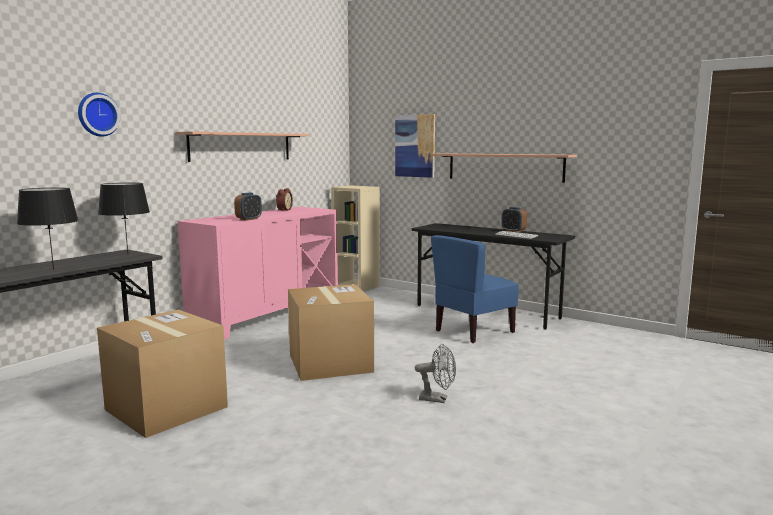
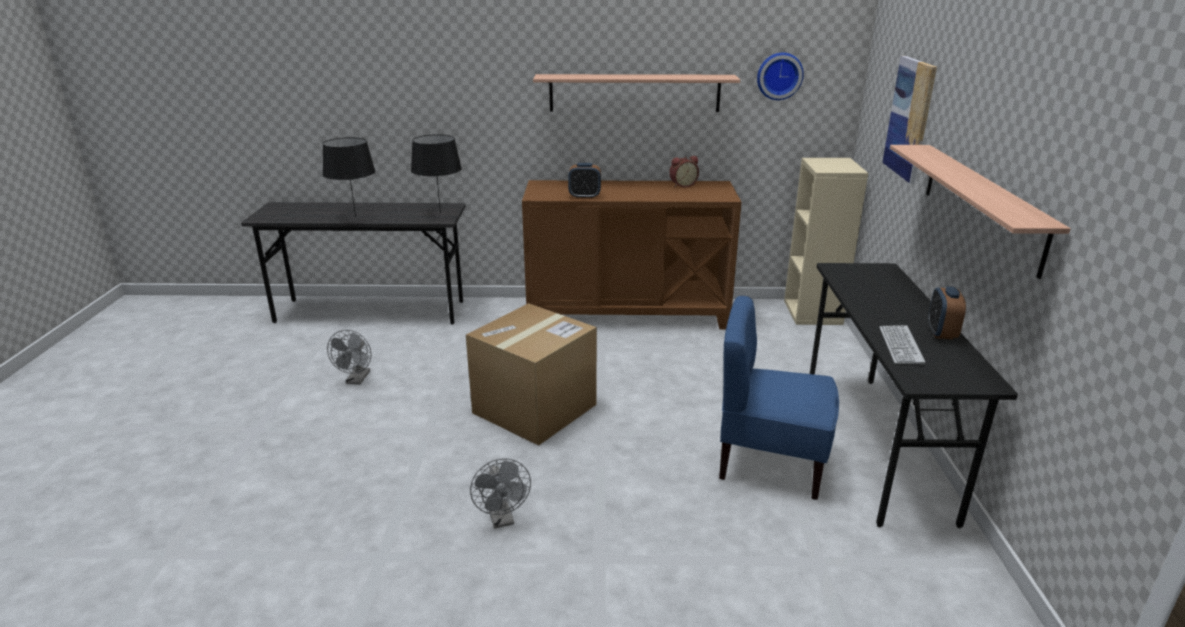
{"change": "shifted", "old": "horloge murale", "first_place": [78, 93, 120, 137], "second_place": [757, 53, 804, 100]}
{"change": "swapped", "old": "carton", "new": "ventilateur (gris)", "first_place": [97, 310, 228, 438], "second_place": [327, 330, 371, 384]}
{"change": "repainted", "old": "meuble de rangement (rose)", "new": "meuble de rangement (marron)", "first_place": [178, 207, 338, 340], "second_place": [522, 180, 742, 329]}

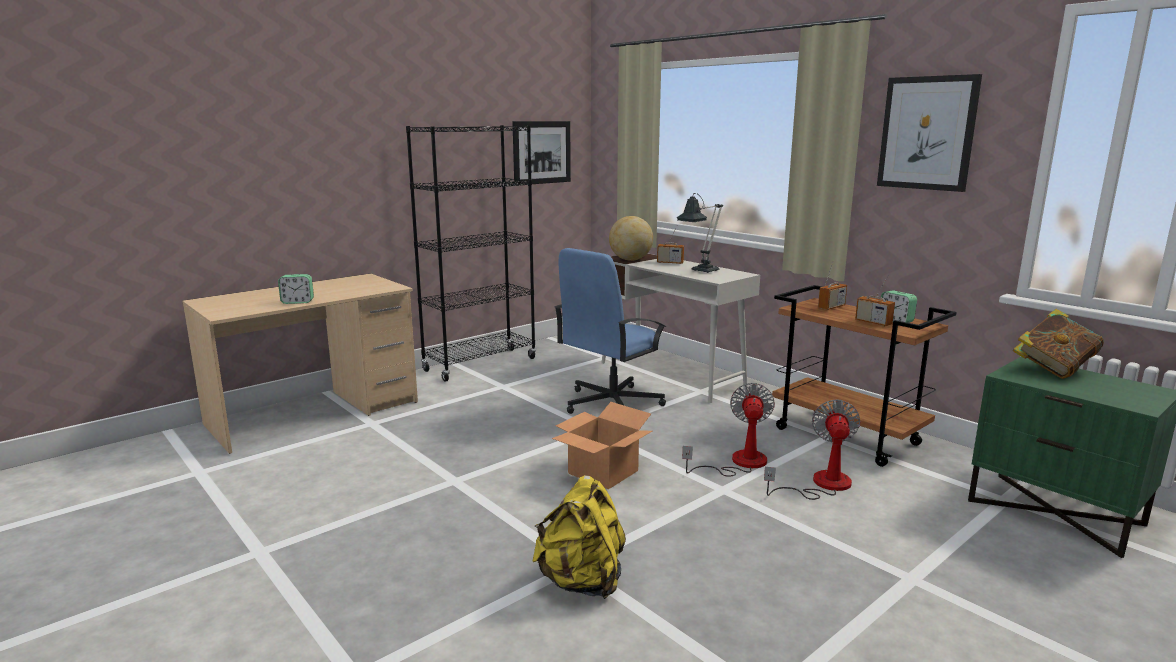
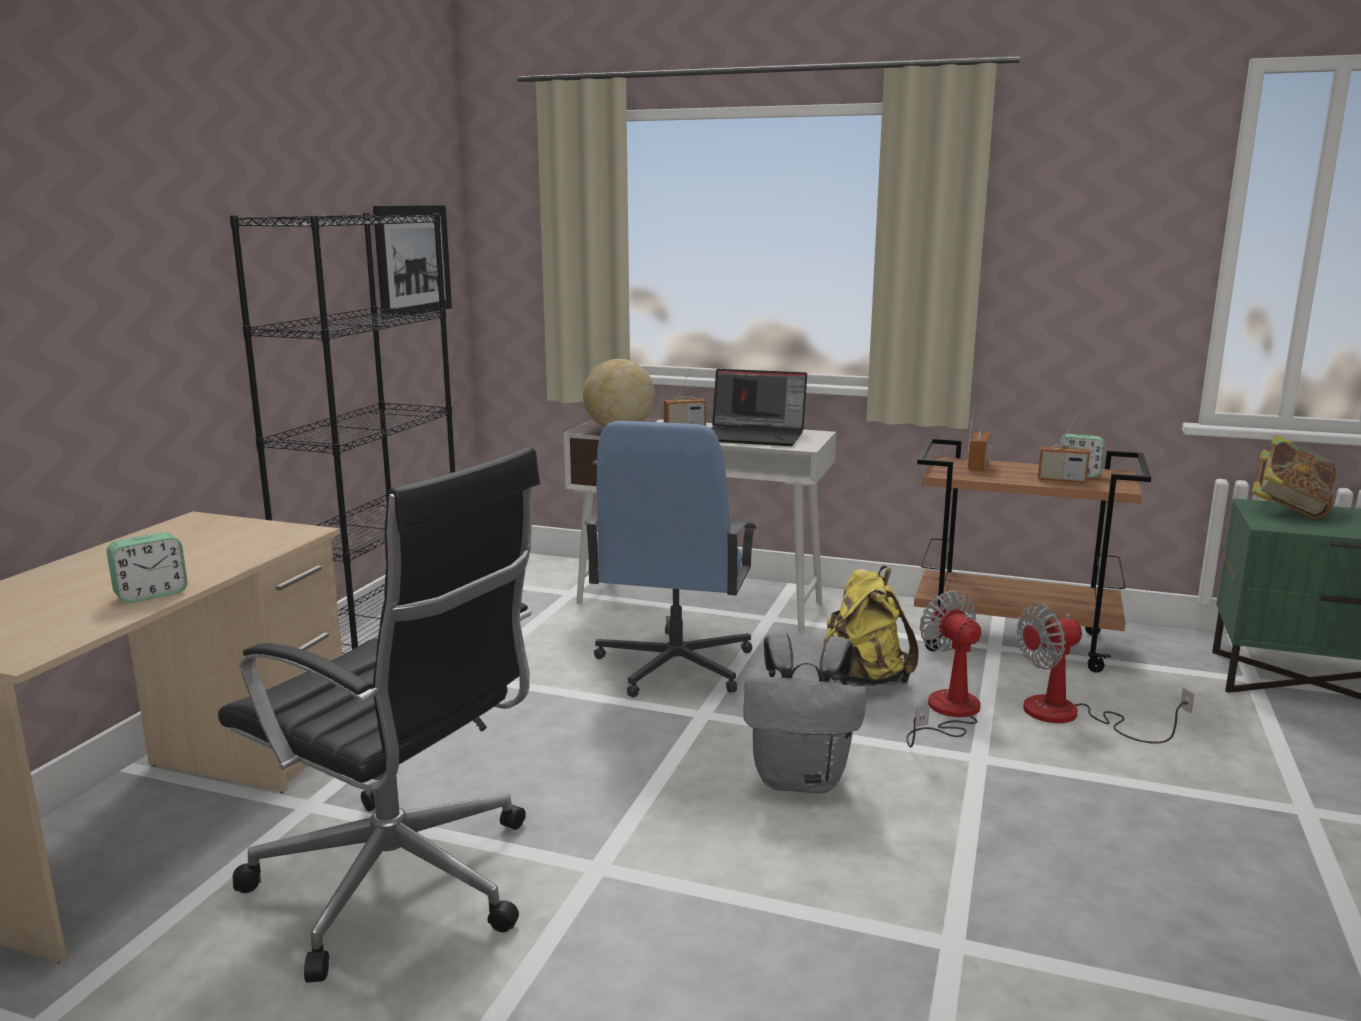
{"change": "shifted", "old": "sac à dos (jaune)", "first_place": [532, 475, 626, 599], "second_place": [824, 566, 919, 686]}
{"change": "swapped", "old": "carton", "new": "sac à dos (gris)", "first_place": [552, 402, 652, 489], "second_place": [743, 633, 867, 793]}
{"change": "swapped", "old": "lampe de table", "new": "ordinateur portable", "first_place": [677, 193, 723, 273], "second_place": [711, 369, 807, 446]}
{"change": "rotated", "old": "ventilateur", "first_place": [764, 399, 860, 500], "second_place": [1017, 604, 1194, 744], "degrees": -90}
{"change": "gone", "old": "tableau", "first_place": [877, 74, 982, 192]}
{"change": "new", "new": "chaise de bureau (noir)", "second_place": [218, 447, 540, 982]}

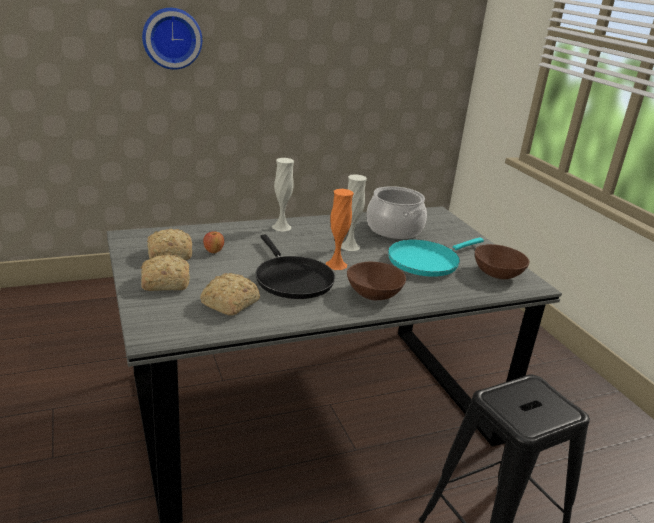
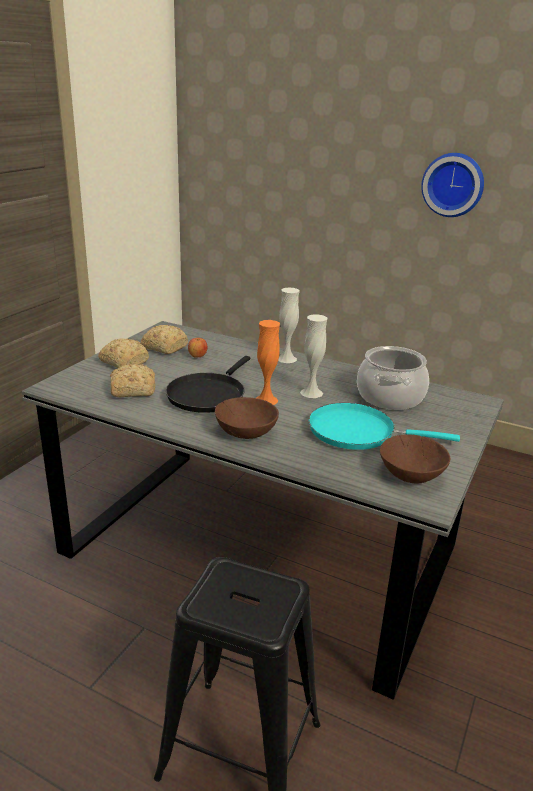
{"change": "shifted", "old": "horloge murale", "first_place": [142, 8, 202, 70], "second_place": [421, 153, 484, 217]}

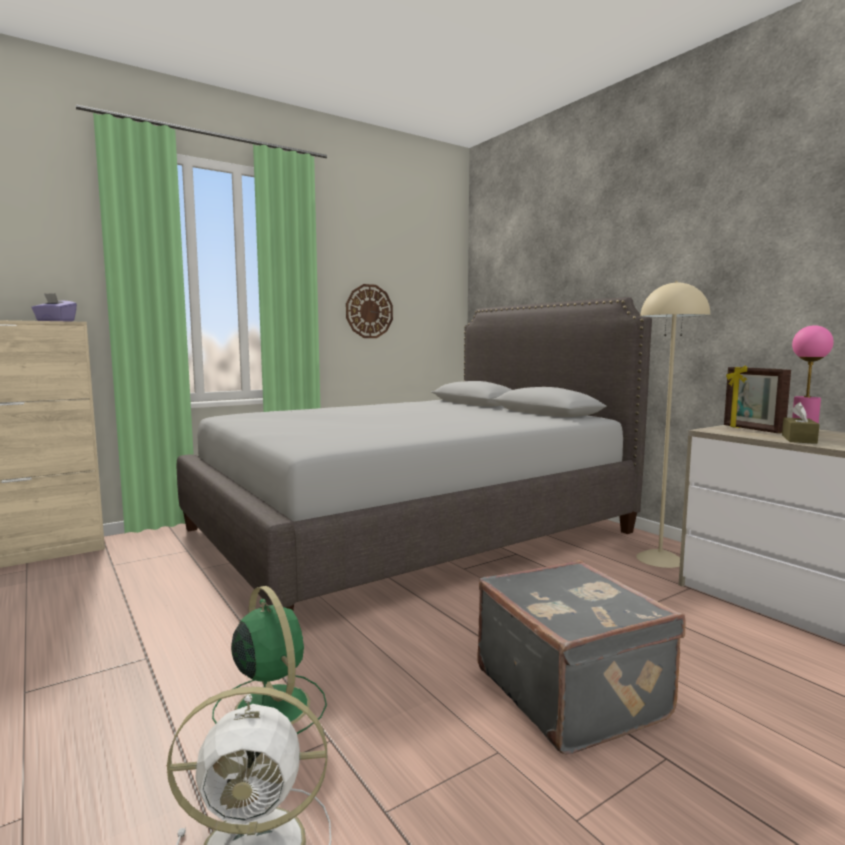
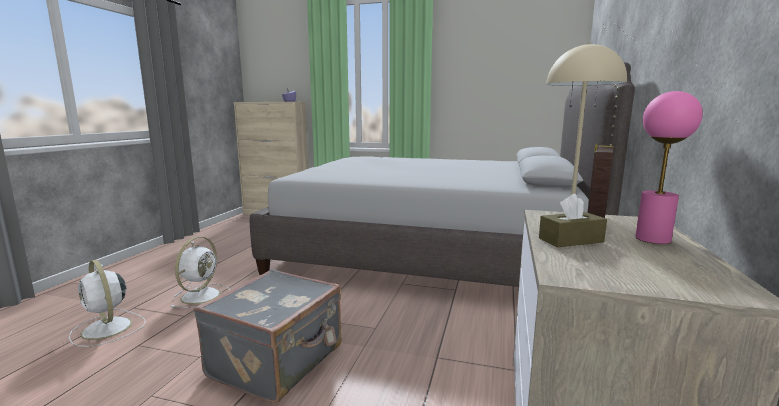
{"change": "repainted", "old": "ventilateur (vert)", "new": "ventilateur (blanc)", "first_place": [212, 586, 327, 734], "second_place": [170, 237, 230, 308]}
{"change": "gone", "old": "horloge murale", "first_place": [346, 284, 393, 338]}

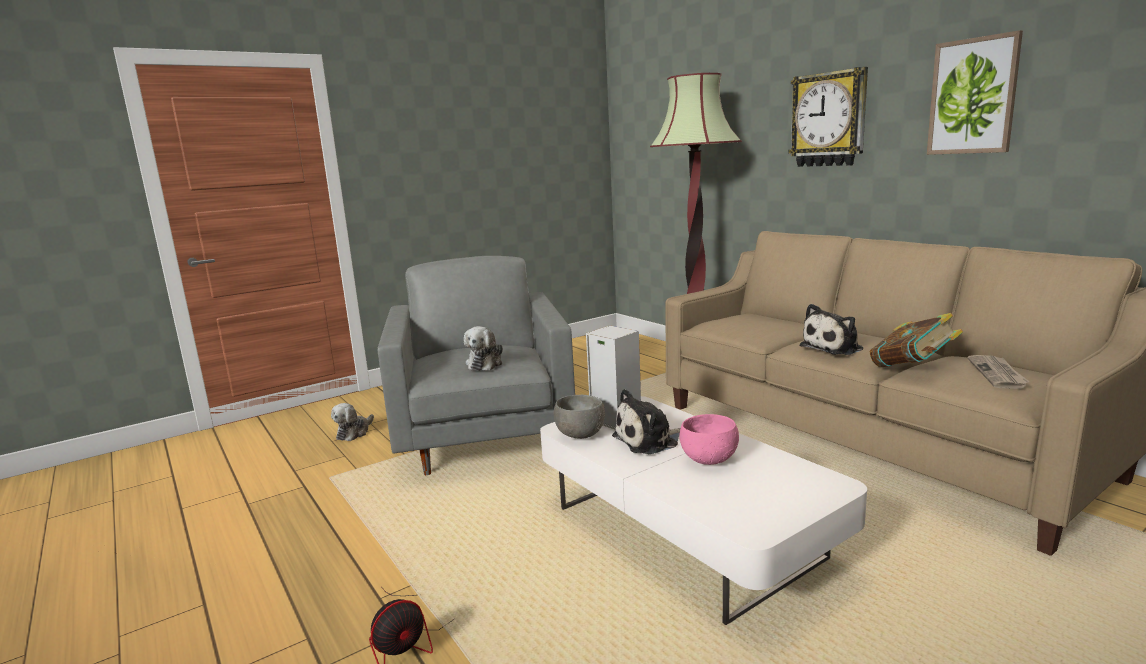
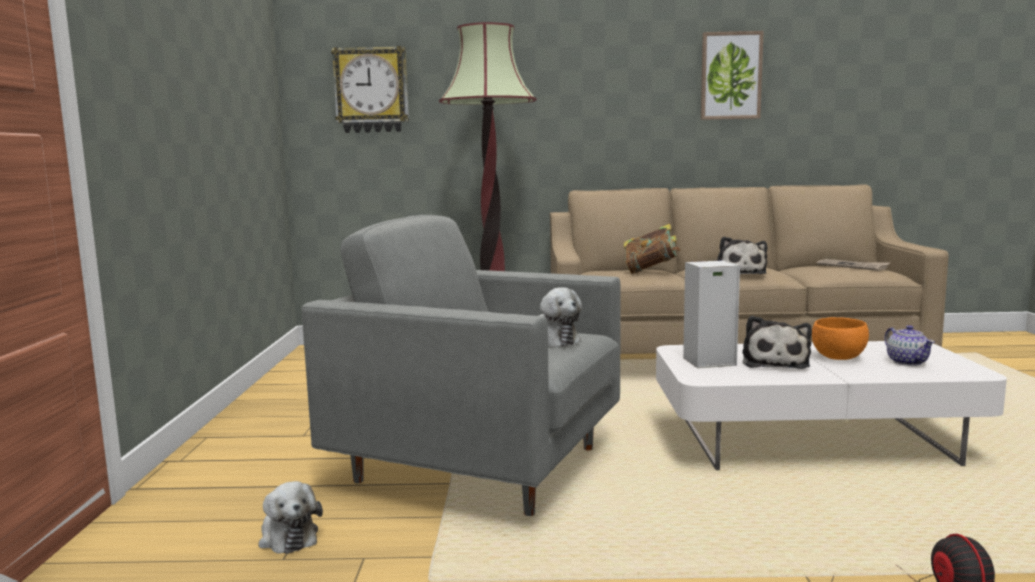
{"change": "gone", "old": "bol (gris)", "first_place": [554, 395, 605, 439]}
{"change": "repainted", "old": "bol (rose)", "new": "bol (orange)", "first_place": [680, 414, 739, 465], "second_place": [812, 317, 869, 360]}
{"change": "shifted", "old": "horloge murale", "first_place": [789, 67, 868, 167], "second_place": [331, 46, 409, 133]}
{"change": "shifted", "old": "livre", "first_place": [870, 313, 963, 367], "second_place": [624, 224, 681, 274]}
{"change": "new", "new": "théière", "second_place": [884, 325, 935, 366]}

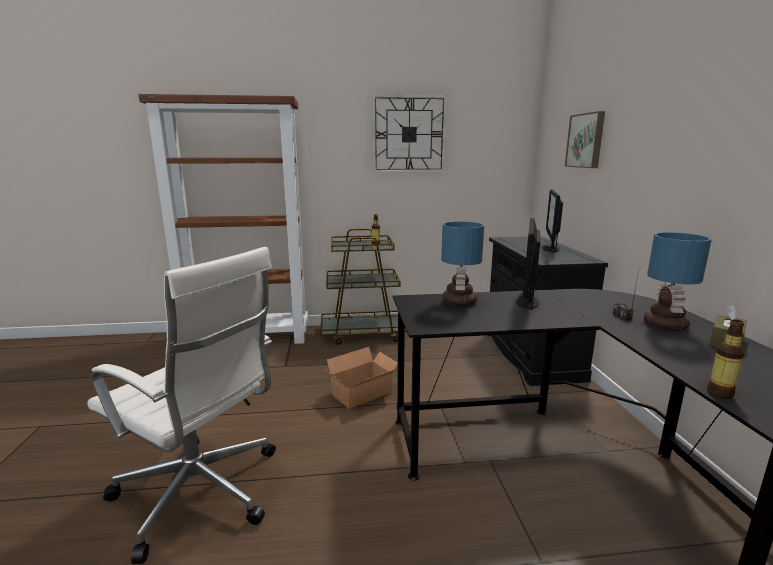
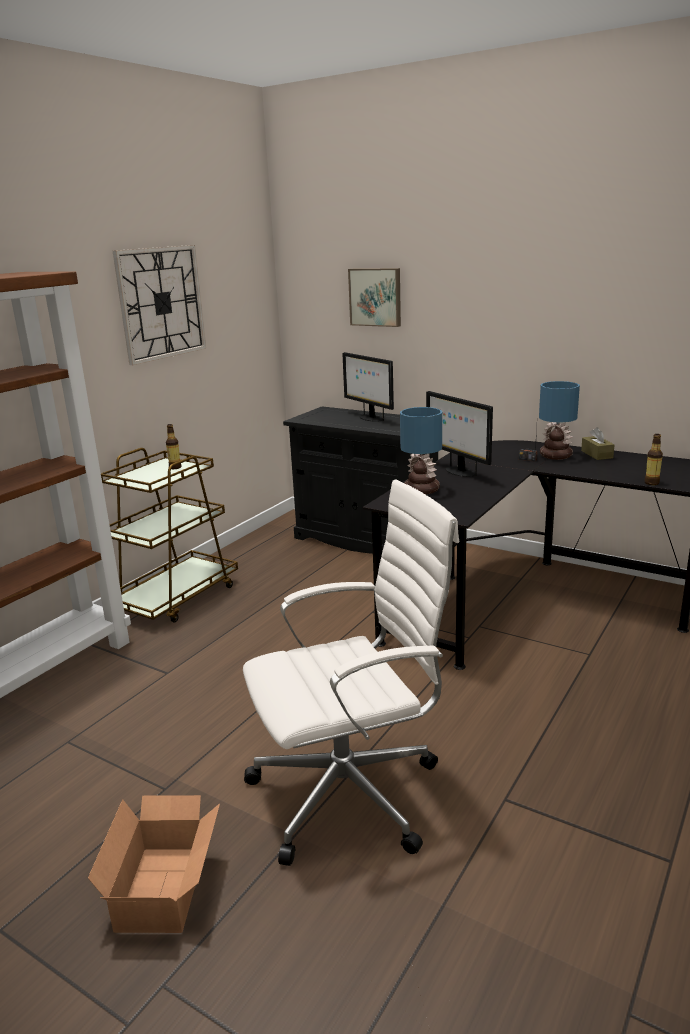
{"change": "shifted", "old": "carton", "first_place": [325, 347, 398, 409], "second_place": [88, 795, 220, 933]}

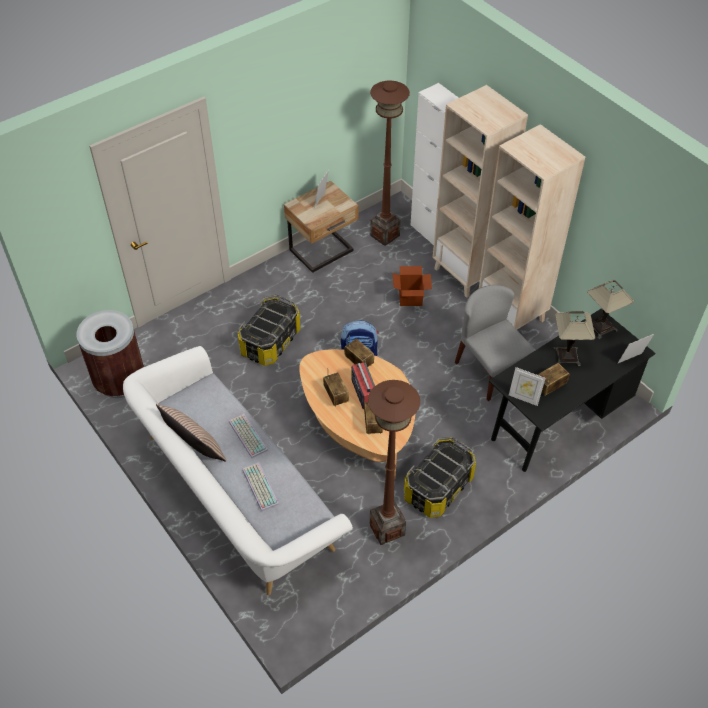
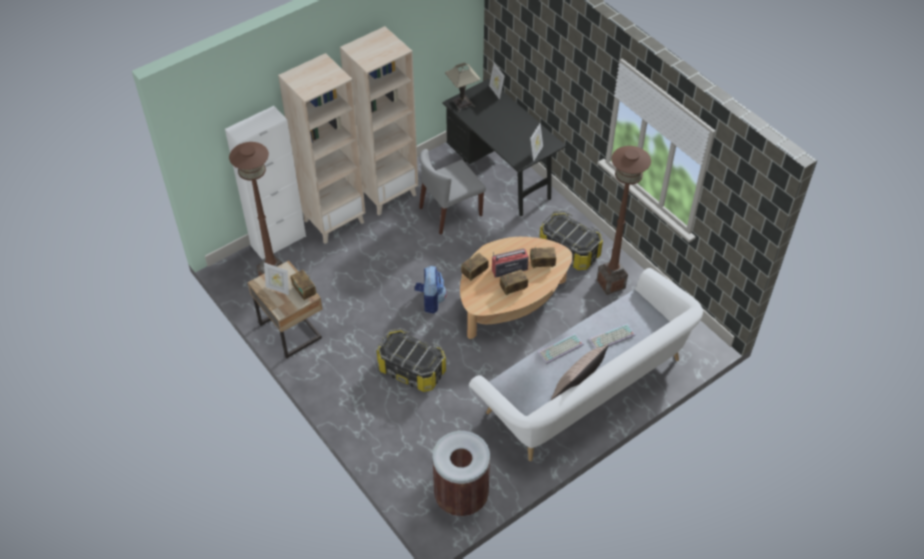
{"change": "gone", "old": "carton", "first_place": [393, 266, 432, 306]}
{"change": "shifted", "old": "radio", "first_place": [538, 363, 569, 396], "second_place": [291, 270, 316, 301]}
{"change": "gone", "old": "lampe de table", "first_place": [554, 311, 595, 366]}

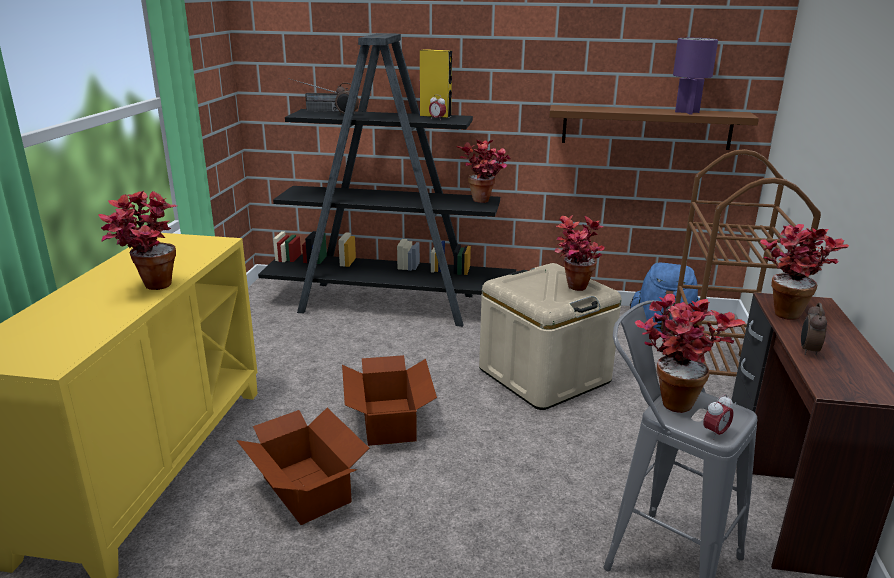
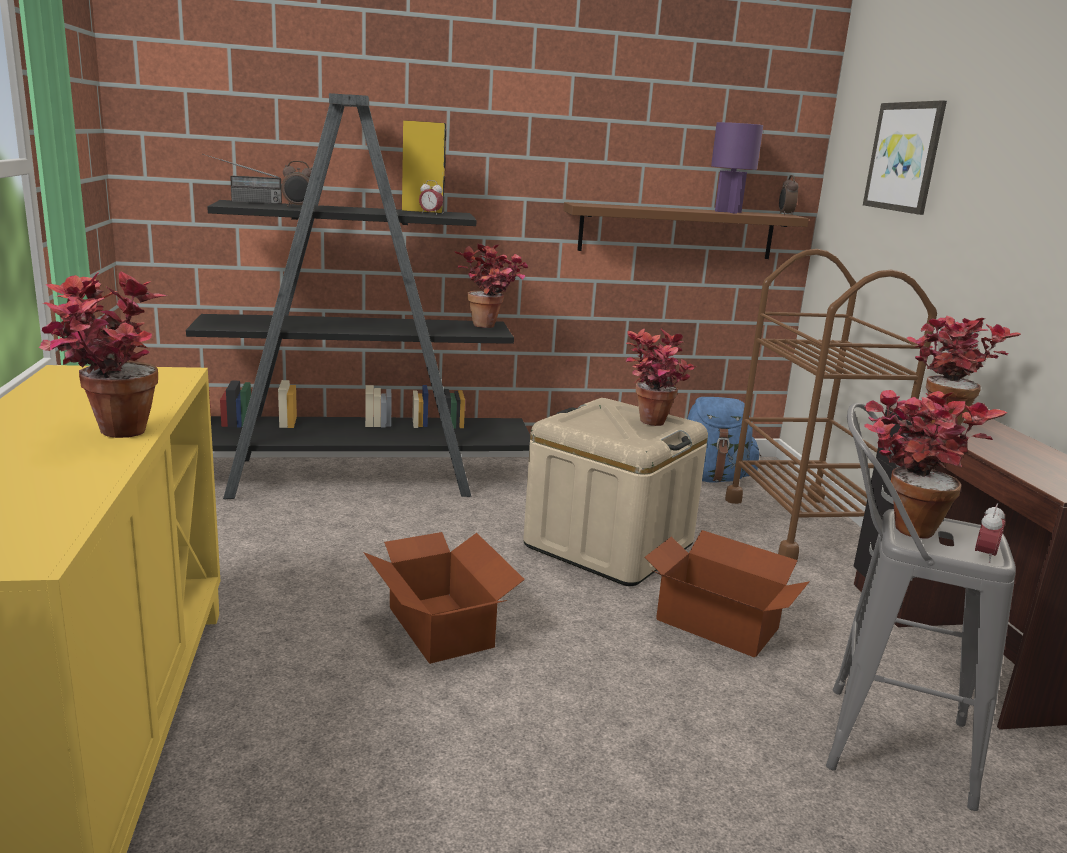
{"change": "shifted", "old": "carton", "first_place": [237, 408, 369, 525], "second_place": [644, 530, 810, 658]}
{"change": "shifted", "old": "réveil", "first_place": [801, 303, 827, 355], "second_place": [779, 175, 798, 215]}
{"change": "new", "new": "tableau", "second_place": [863, 100, 947, 215]}

